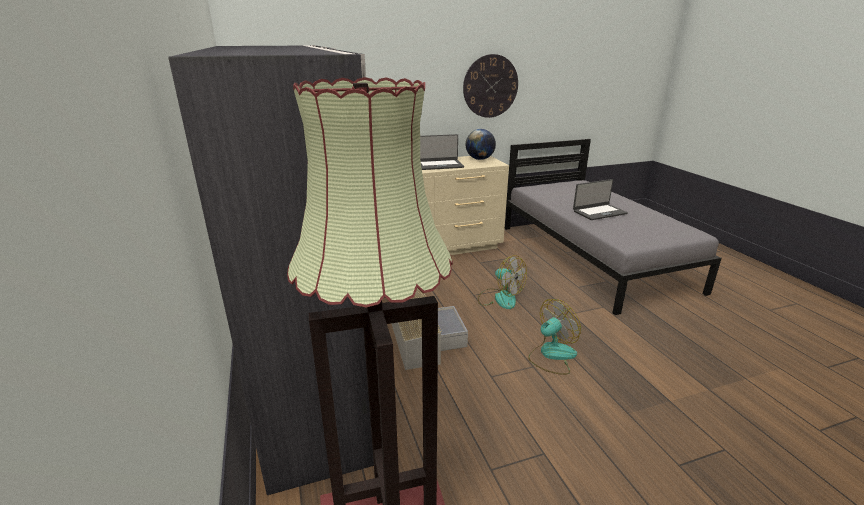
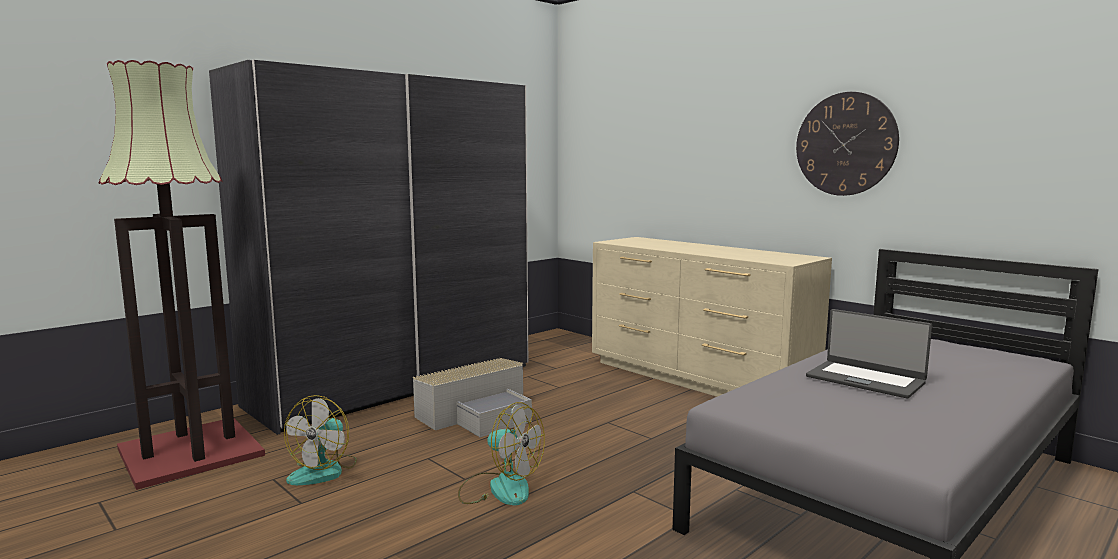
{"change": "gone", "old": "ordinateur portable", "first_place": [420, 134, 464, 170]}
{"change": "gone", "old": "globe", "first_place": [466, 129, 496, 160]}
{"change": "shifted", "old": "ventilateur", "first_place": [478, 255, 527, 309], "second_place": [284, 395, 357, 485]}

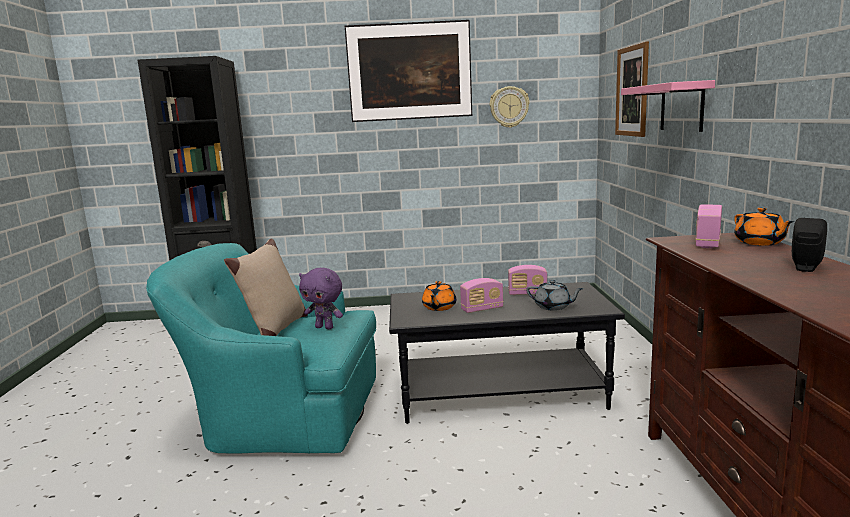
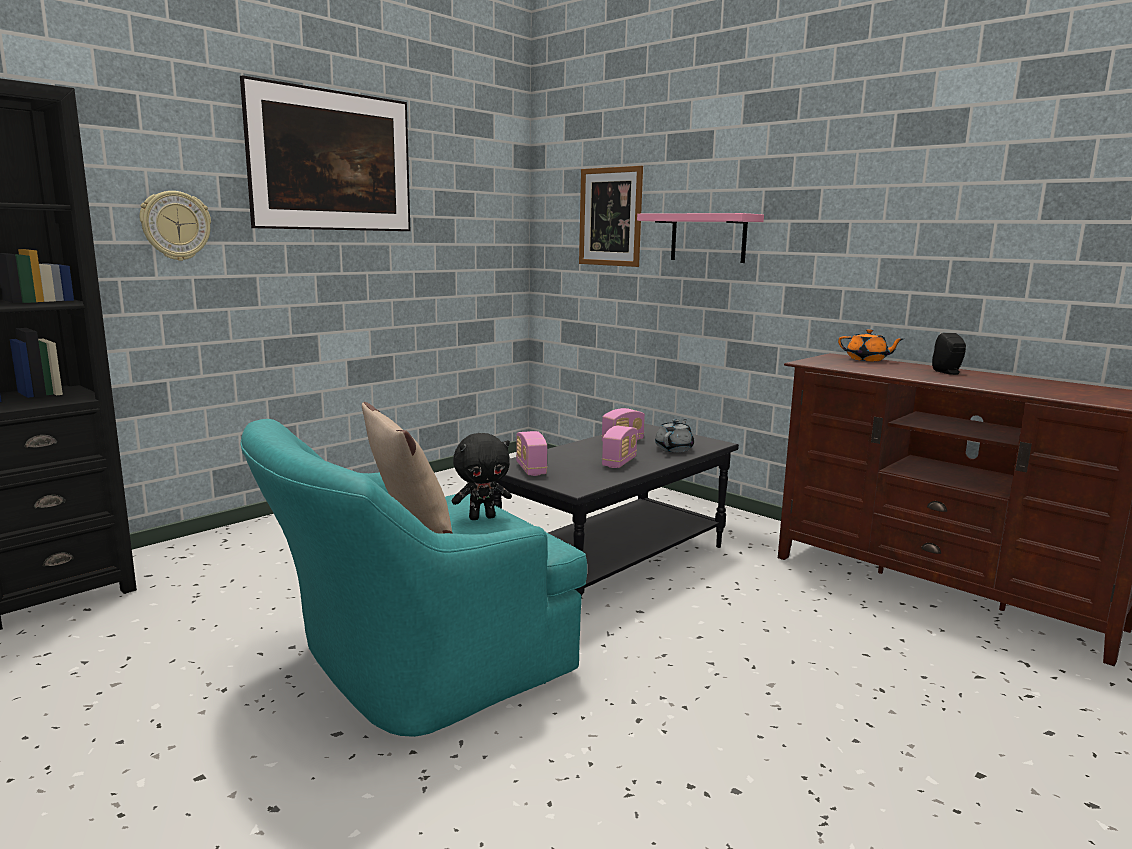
{"change": "repainted", "old": "peluche (violet)", "new": "peluche (noir)", "first_place": [299, 268, 343, 329], "second_place": [452, 433, 512, 520]}
{"change": "gone", "old": "théière (orange)", "first_place": [422, 281, 456, 311]}
{"change": "shifted", "old": "horloge murale", "first_place": [490, 86, 530, 128], "second_place": [140, 191, 211, 261]}
{"change": "rotated", "old": "théière (gris)", "first_place": [526, 280, 584, 311], "second_place": [655, 419, 694, 452], "degrees": -45}
{"change": "shifted", "old": "radio", "first_place": [695, 204, 722, 248], "second_place": [516, 431, 547, 476]}

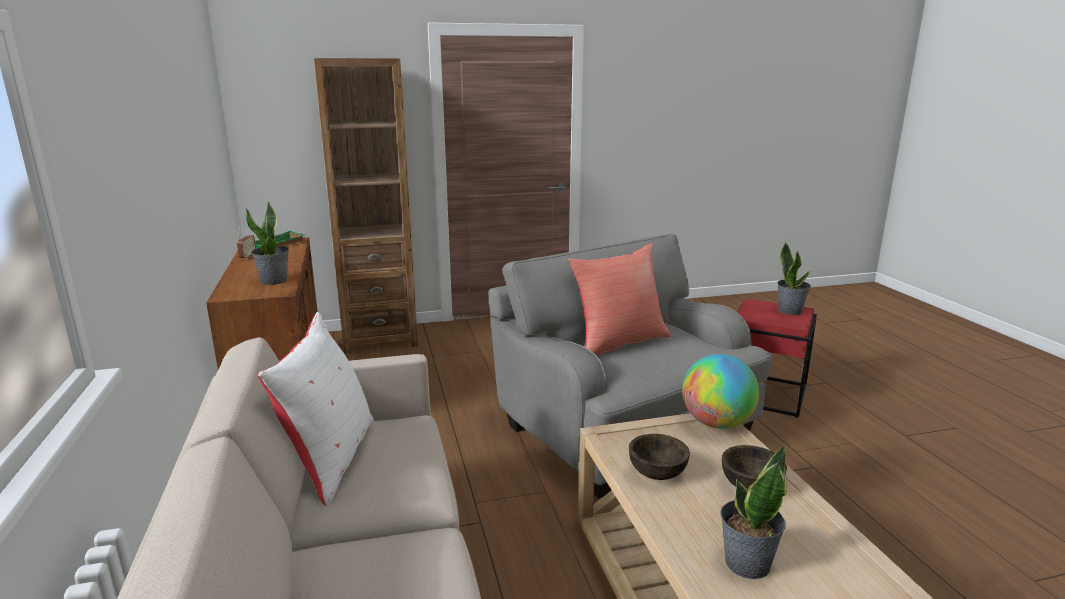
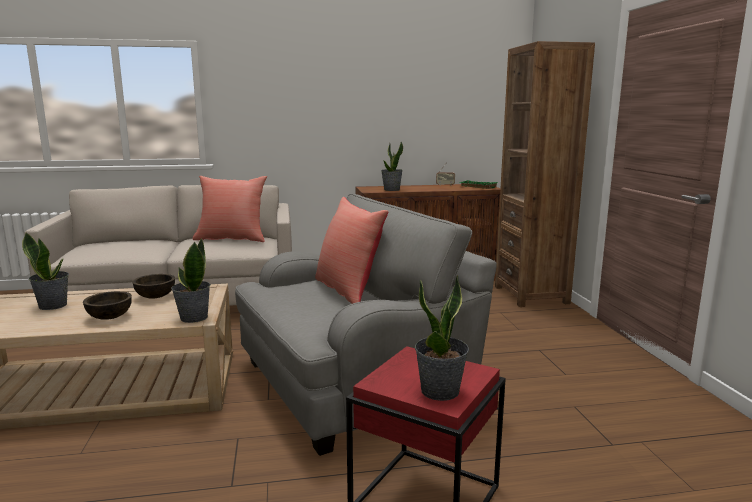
{"change": "repainted", "old": "coussin (blanc)", "new": "coussin (rouge)", "first_place": [257, 312, 374, 506], "second_place": [193, 176, 267, 242]}
{"change": "swapped", "old": "globe", "new": "plante en pot", "first_place": [682, 354, 759, 429], "second_place": [171, 239, 211, 323]}

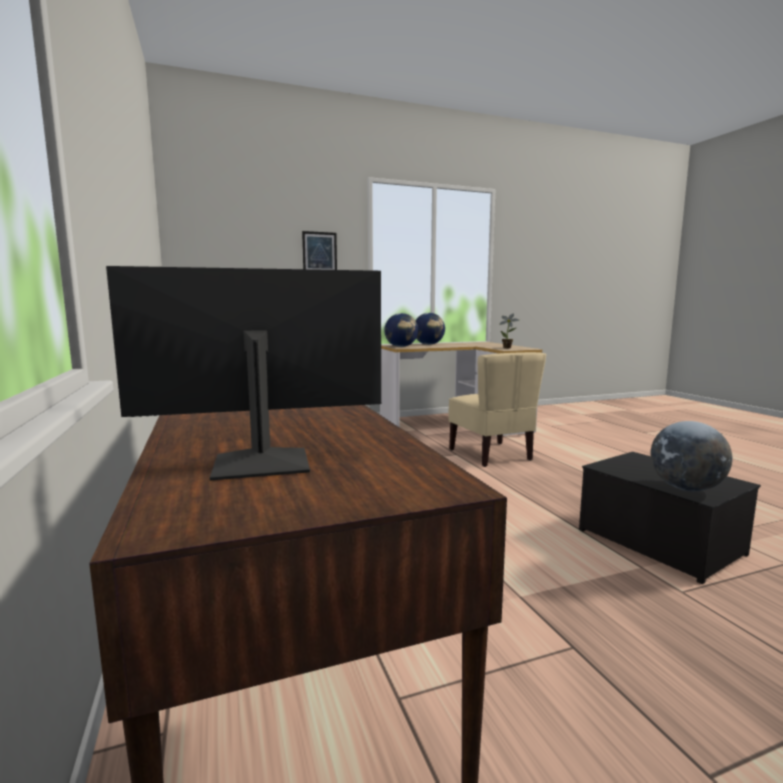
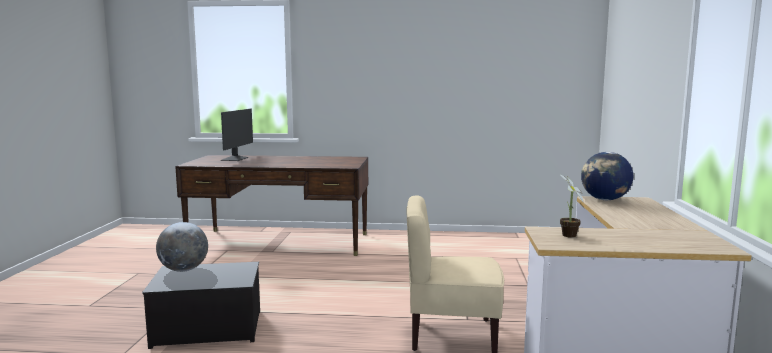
{"change": "gone", "old": "tableau", "first_place": [302, 231, 337, 270]}
{"change": "gone", "old": "globe", "first_place": [415, 313, 445, 345]}

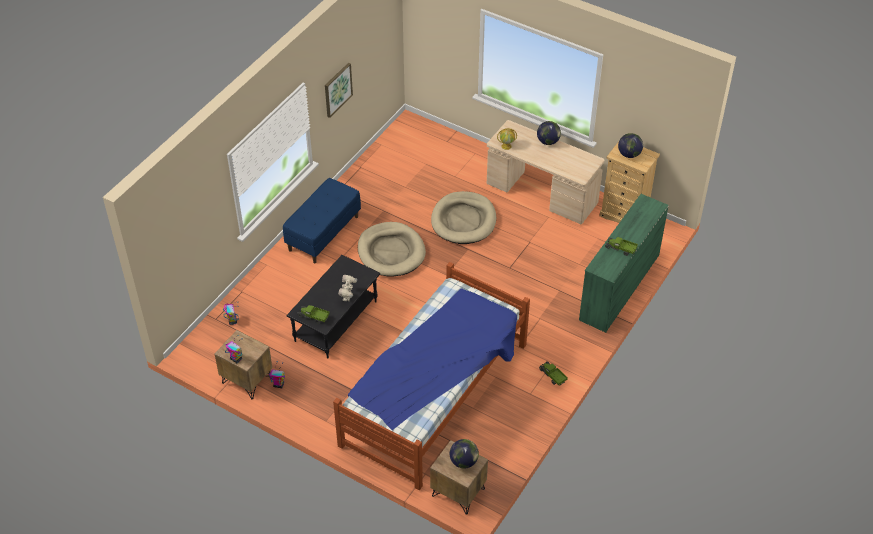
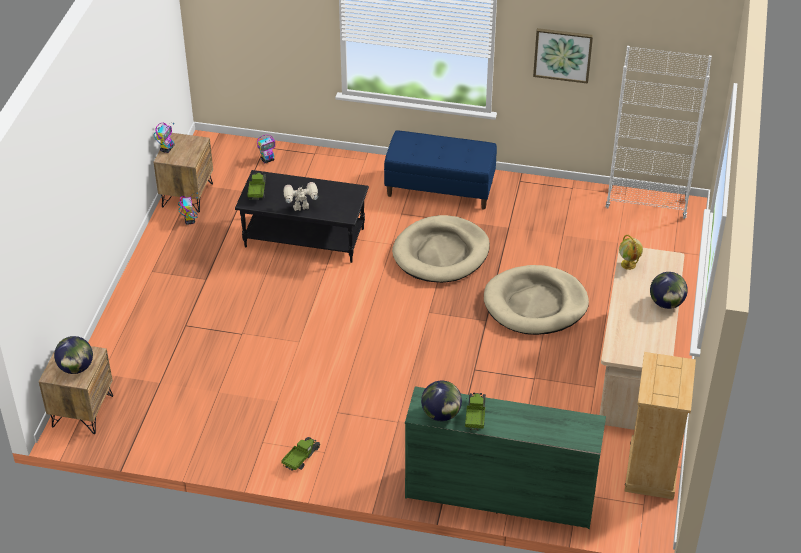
{"change": "gone", "old": "lit", "first_place": [333, 262, 530, 490]}
{"change": "shifted", "old": "globe", "first_place": [618, 133, 643, 158], "second_place": [421, 381, 462, 421]}
{"change": "new", "new": "bibliothèque (blanc)", "second_place": [605, 46, 712, 219]}

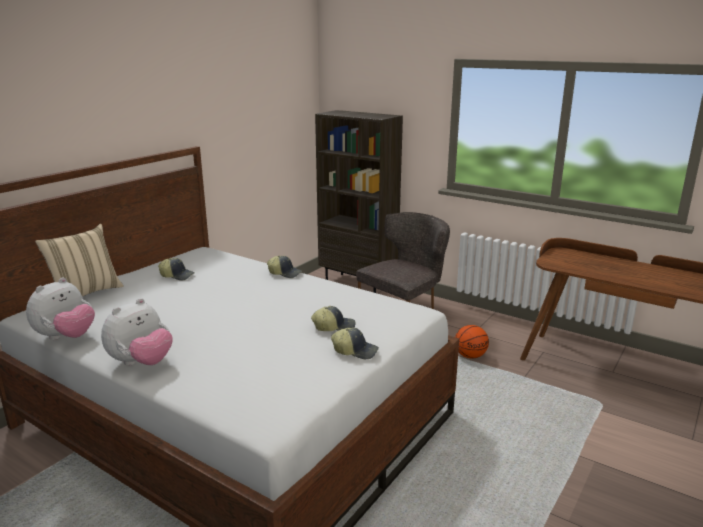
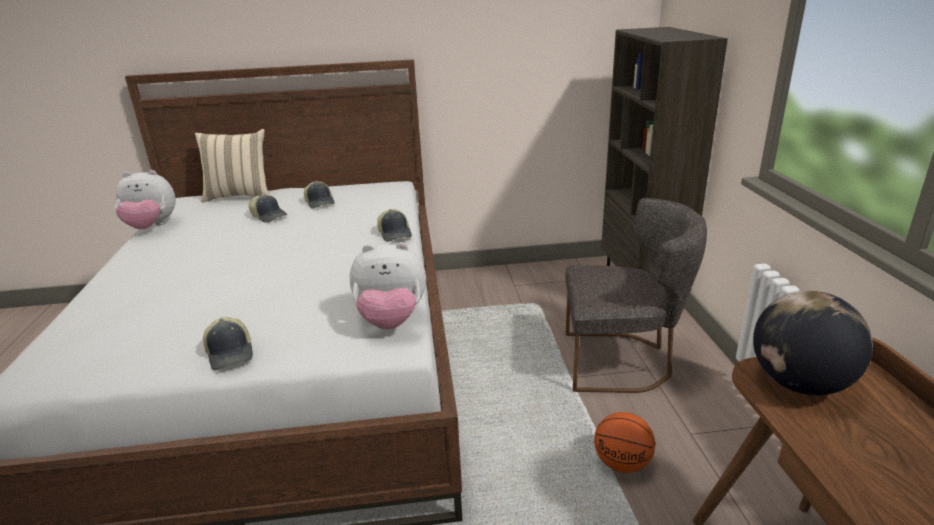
{"change": "shifted", "old": "peluche", "first_place": [101, 298, 173, 366], "second_place": [350, 242, 426, 329]}
{"change": "shifted", "old": "casquette", "first_place": [311, 306, 356, 331], "second_place": [249, 194, 287, 223]}
{"change": "new", "new": "globe", "second_place": [753, 291, 873, 395]}

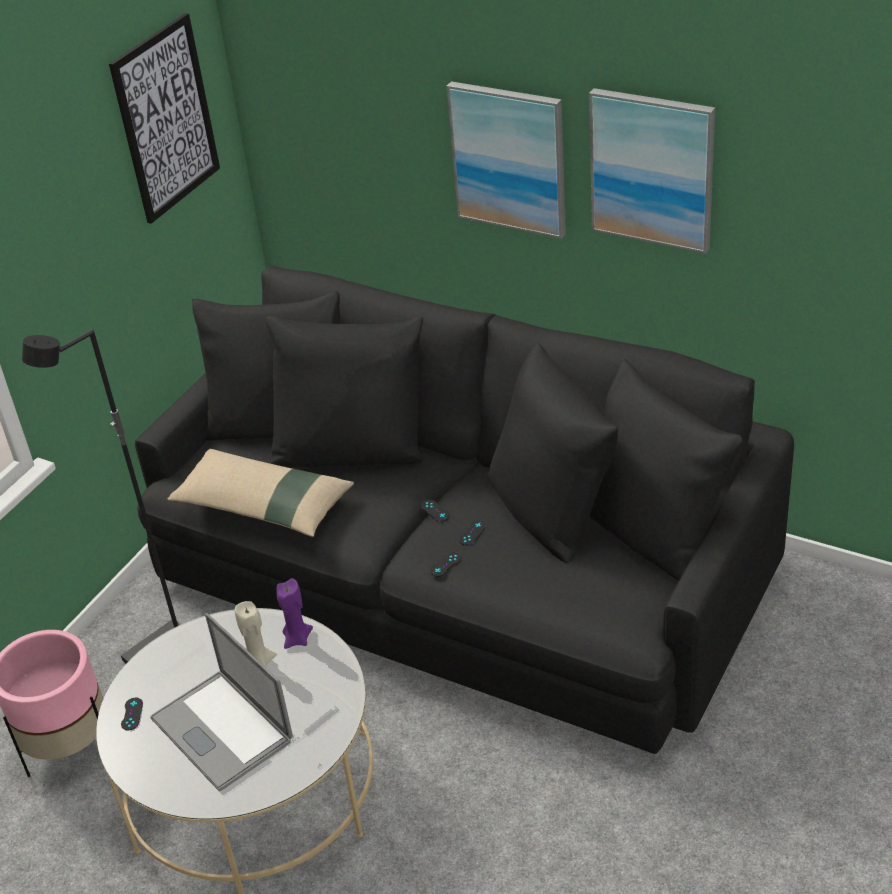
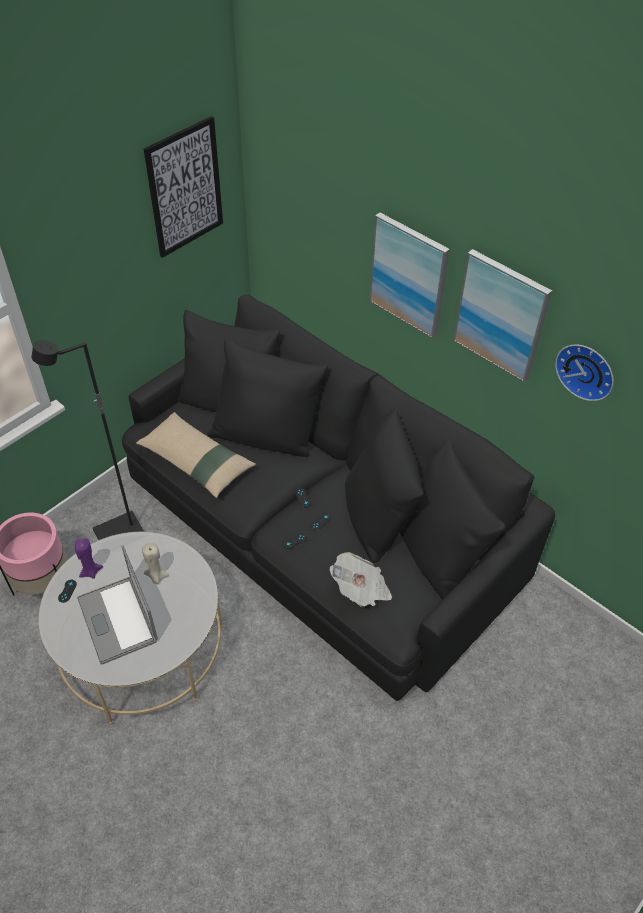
{"change": "shifted", "old": "bougie (violet)", "first_place": [276, 578, 313, 649], "second_place": [75, 538, 103, 579]}
{"change": "new", "new": "journal", "second_place": [330, 552, 392, 607]}
{"change": "new", "new": "horloge murale", "second_place": [555, 344, 614, 401]}

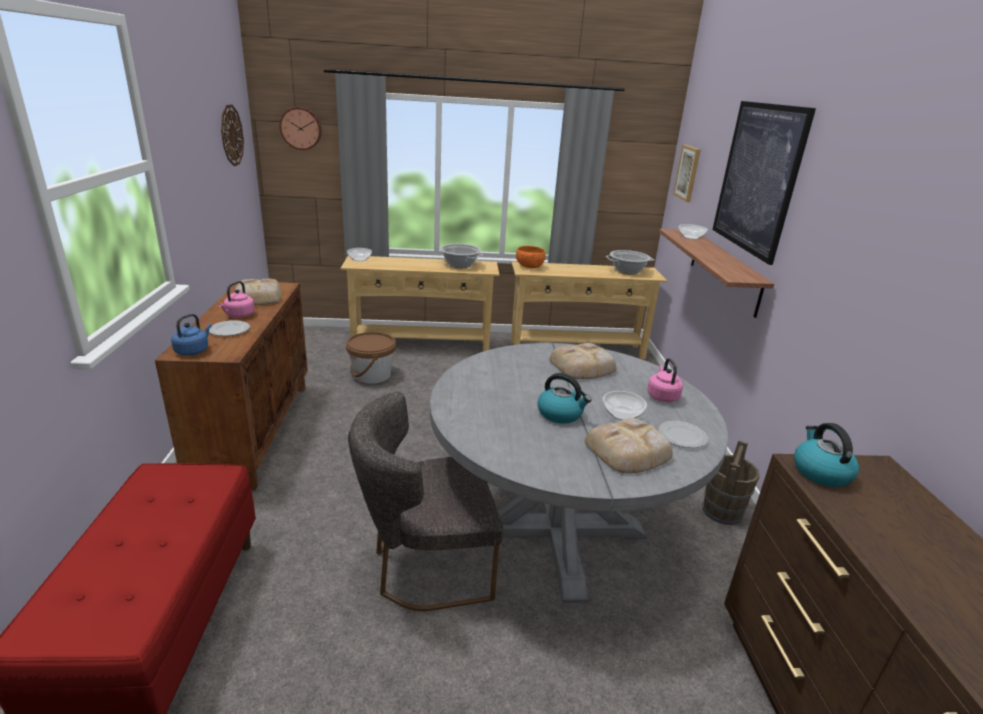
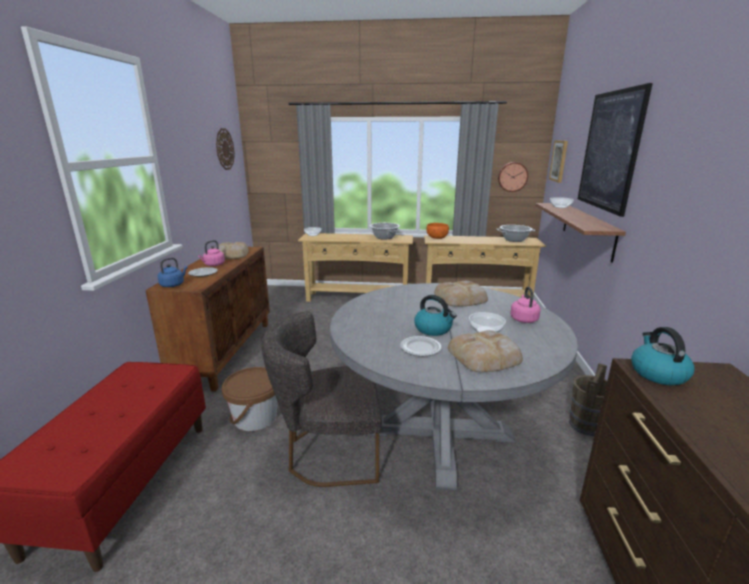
{"change": "shifted", "old": "horloge murale", "first_place": [279, 107, 322, 150], "second_place": [498, 162, 528, 192]}
{"change": "shifted", "old": "seau (marron)", "first_place": [346, 332, 396, 384], "second_place": [222, 367, 278, 431]}
{"change": "shifted", "old": "assiette", "first_place": [659, 421, 708, 448], "second_place": [400, 336, 441, 356]}

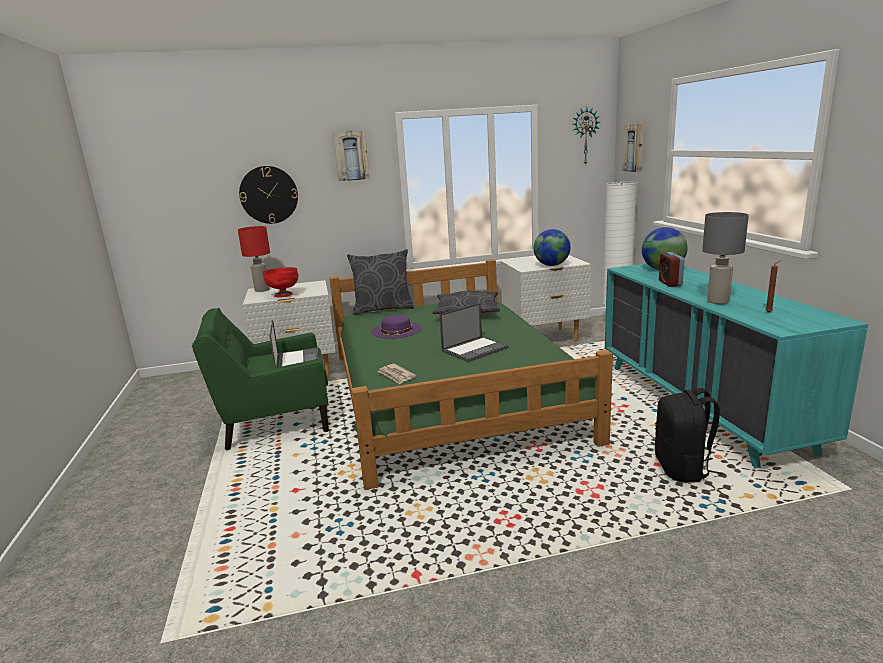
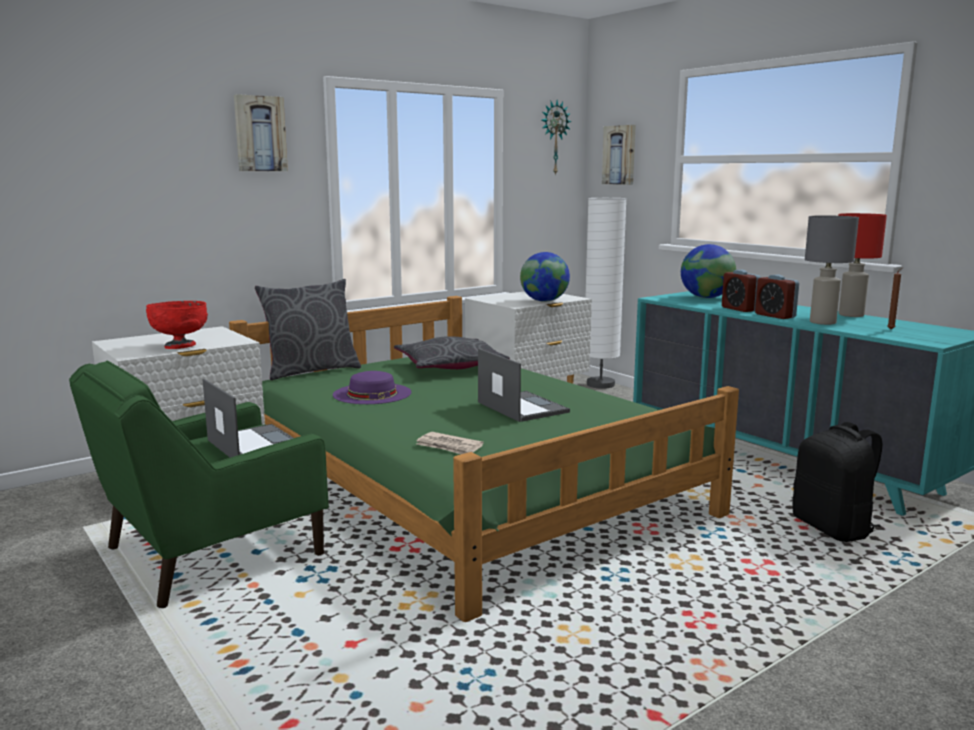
{"change": "shifted", "old": "lampe de table (rouge)", "first_place": [238, 226, 270, 292], "second_place": [838, 213, 887, 317]}
{"change": "gone", "old": "horloge murale", "first_place": [239, 166, 298, 224]}
{"change": "rotated", "old": "ordinateur portable", "first_place": [439, 303, 509, 362], "second_place": [478, 348, 570, 422], "degrees": -60}
{"change": "new", "new": "réveil", "second_place": [755, 275, 799, 319]}

